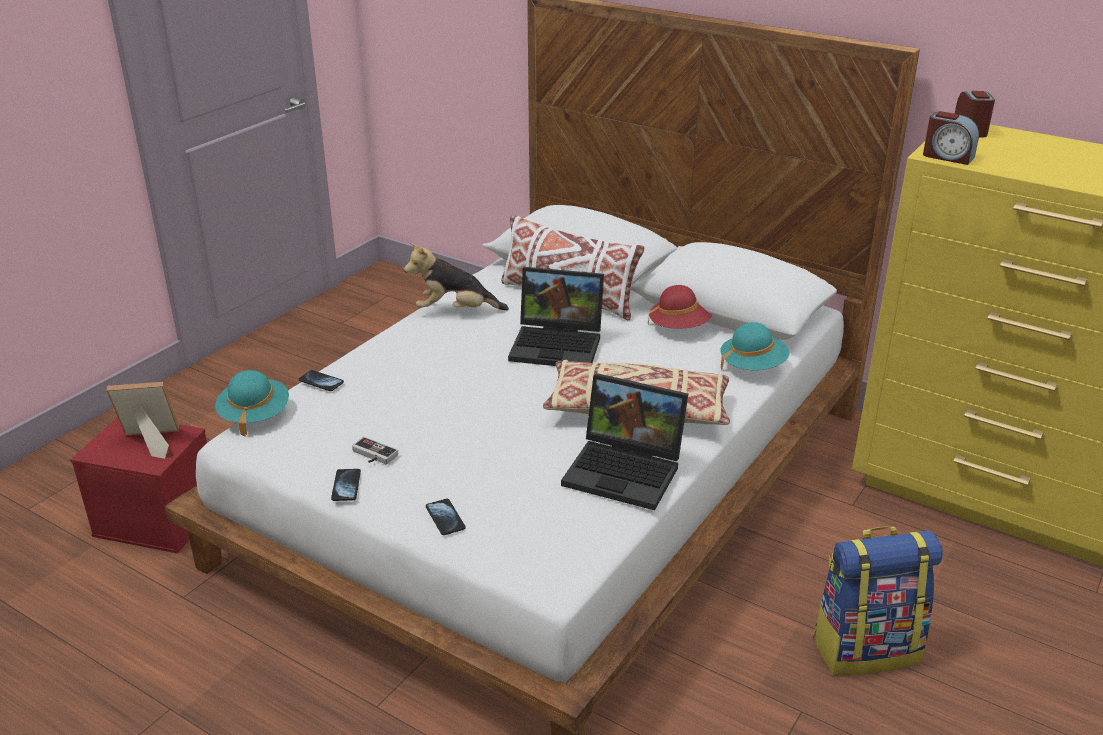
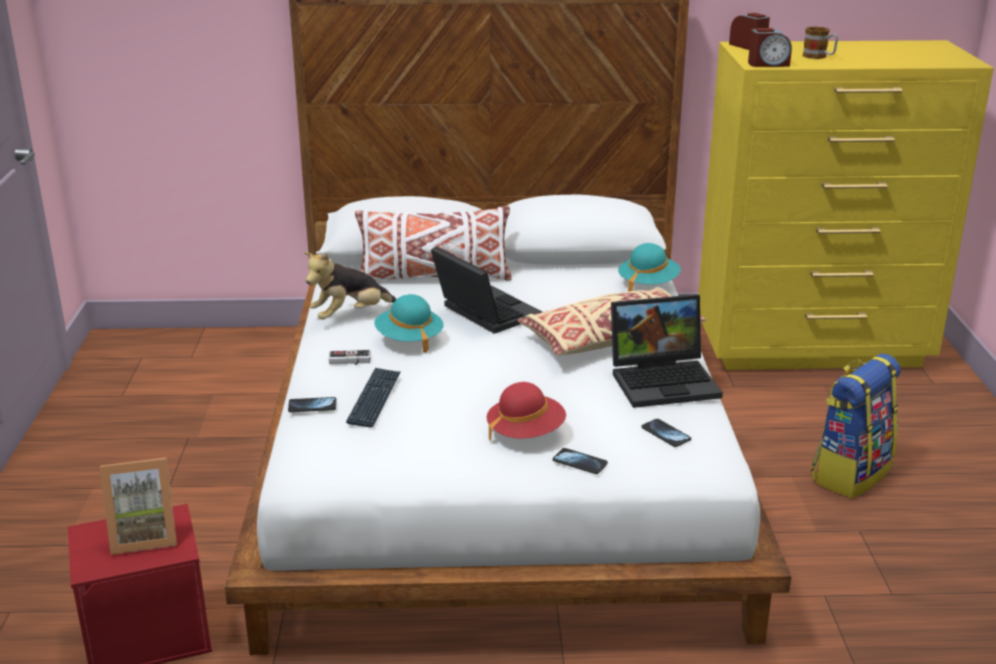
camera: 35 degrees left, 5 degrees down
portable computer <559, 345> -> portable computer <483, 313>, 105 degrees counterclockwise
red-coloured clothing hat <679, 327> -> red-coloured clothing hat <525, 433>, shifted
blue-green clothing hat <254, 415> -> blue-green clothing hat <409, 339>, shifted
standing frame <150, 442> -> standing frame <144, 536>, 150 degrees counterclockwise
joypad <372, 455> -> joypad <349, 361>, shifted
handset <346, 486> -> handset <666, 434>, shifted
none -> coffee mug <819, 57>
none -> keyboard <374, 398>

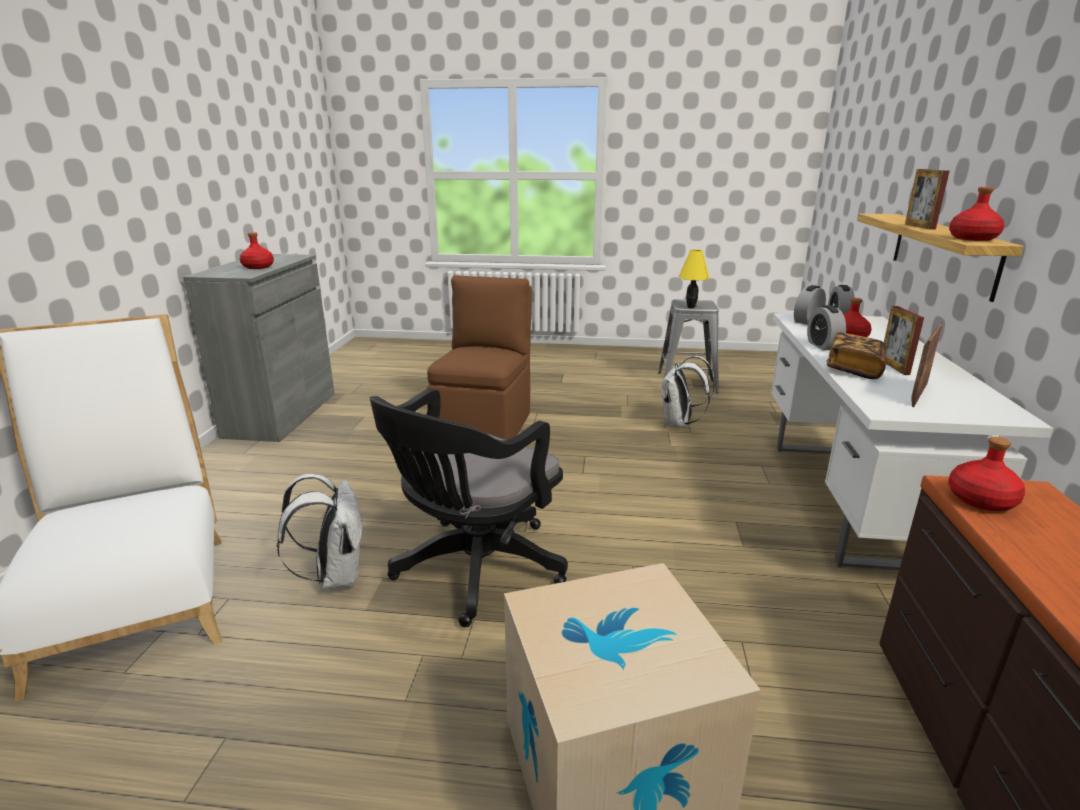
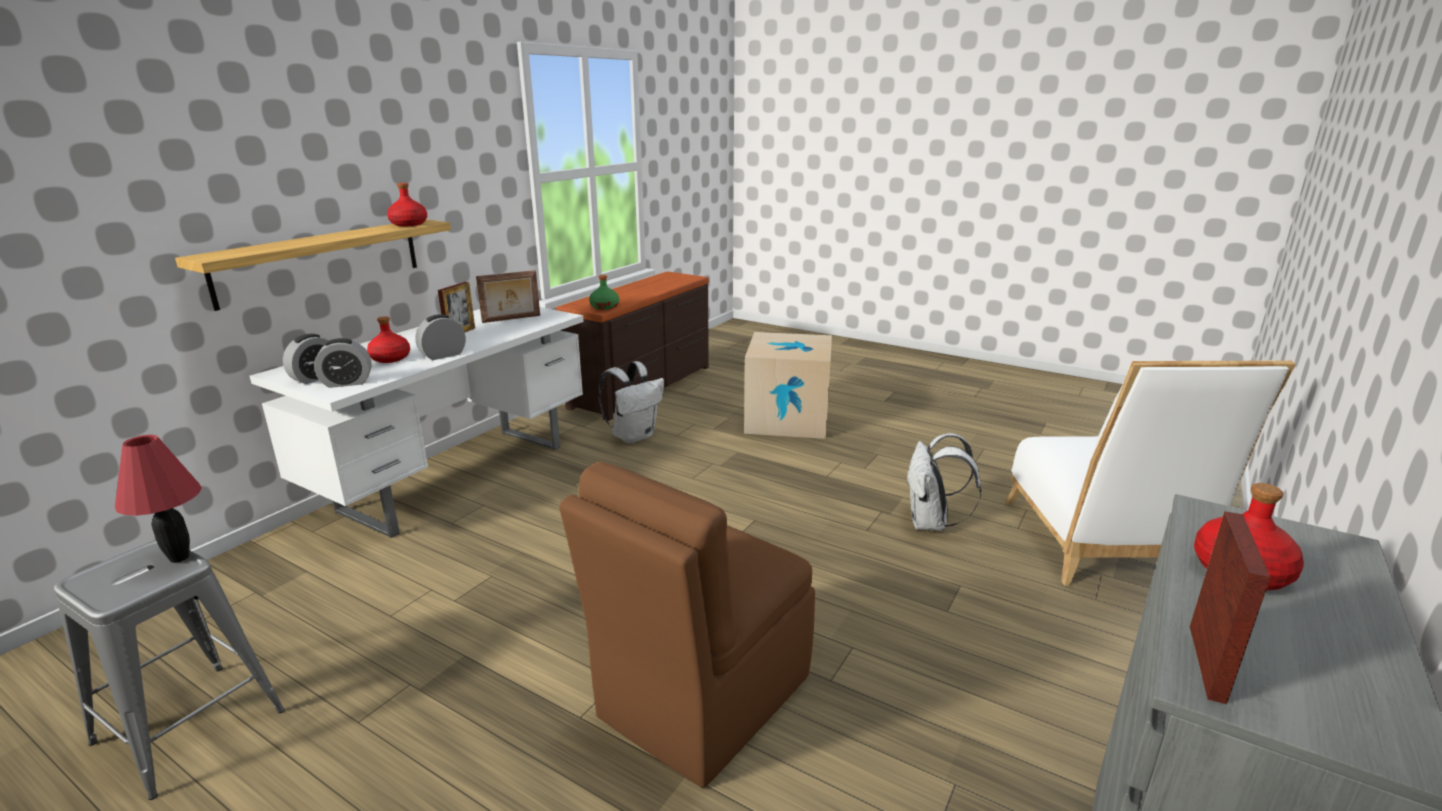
camera: 155 degrees left, 0 degrees up
standing frame <919, 226> -> standing frame <1206, 662>, shifted
yellow-coloured table lamp <691, 307> -> red-coloured table lamp <179, 558>
alarm clock <823, 346> -> alarm clock <443, 355>, 150 degrees counterclockwise
book <854, 369> -> none
white rucksack <679, 424> -> white rucksack <634, 436>, shifted
black-coloured computer chair <473, 571> -> none
red-coloured beverage bottle <982, 500> -> green beverage bottle <604, 307>

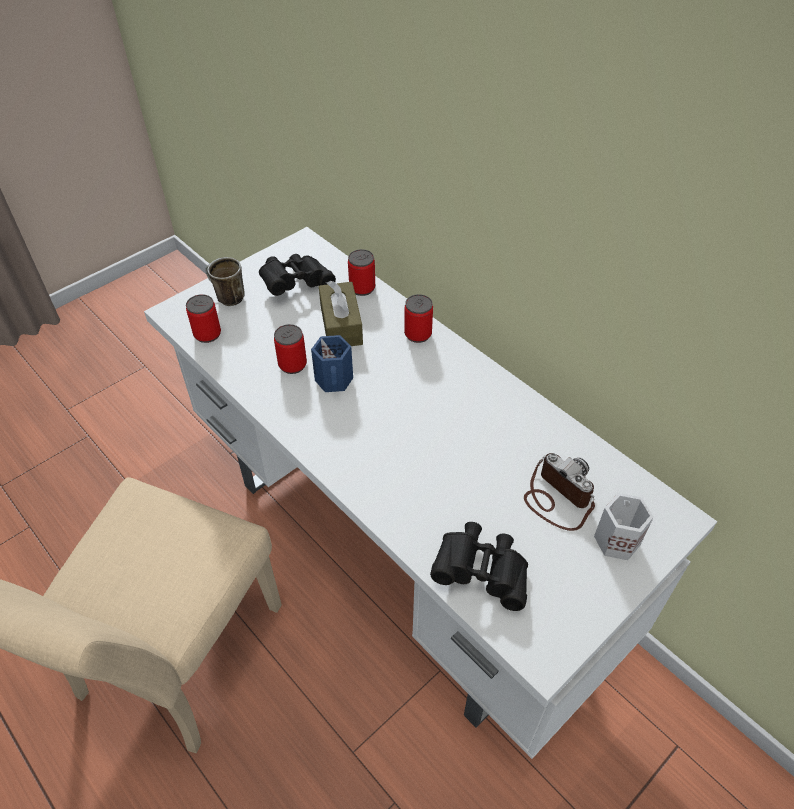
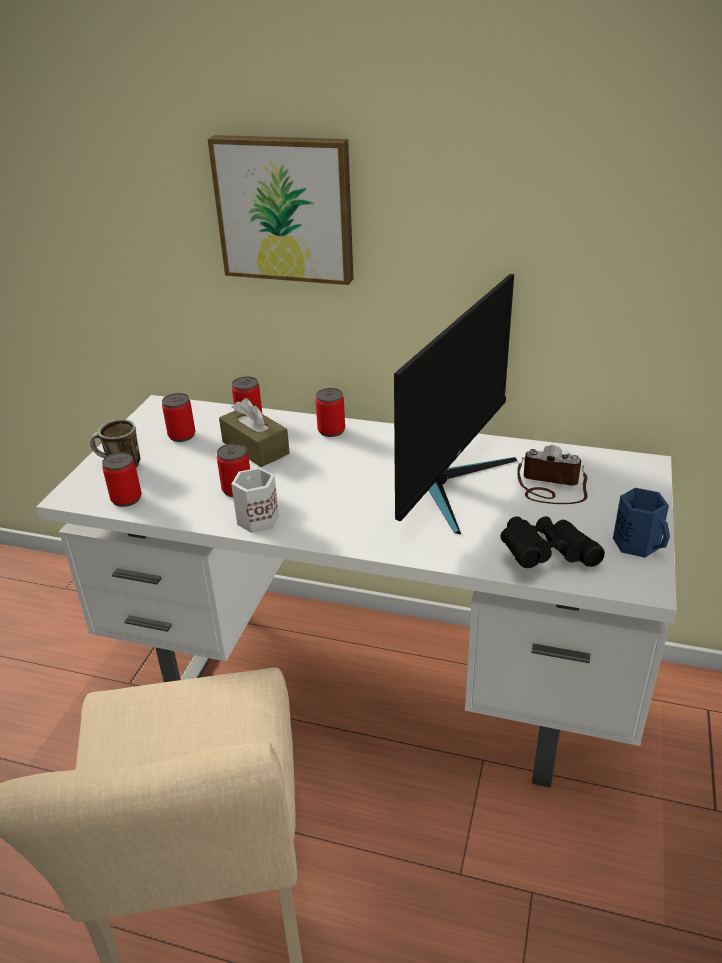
camera: 30 degrees left, 15 degrees down
black-coloured binoculars <295, 284> -> metal can <182, 435>
blue-coloured coffee mug <335, 380> -> blue-coloured coffee mug <638, 543>, shifted
white coffee mug <615, 538> -> white coffee mug <256, 519>, shifted
none -> wall picture <285, 208>
none -> computer screen <449, 482>

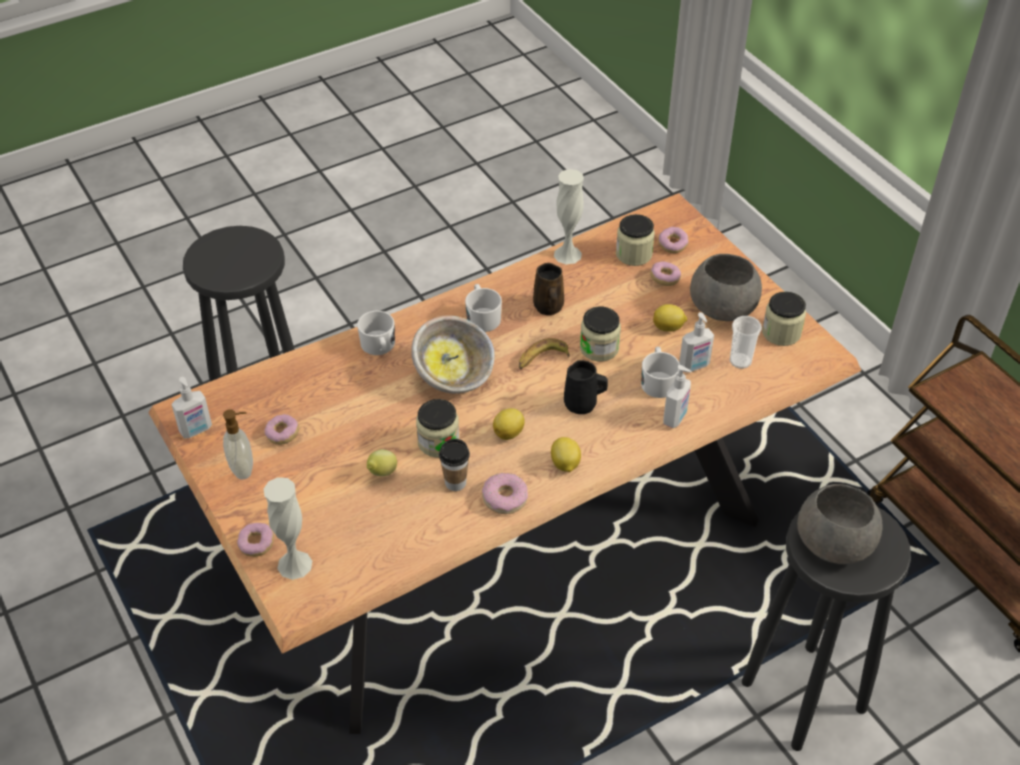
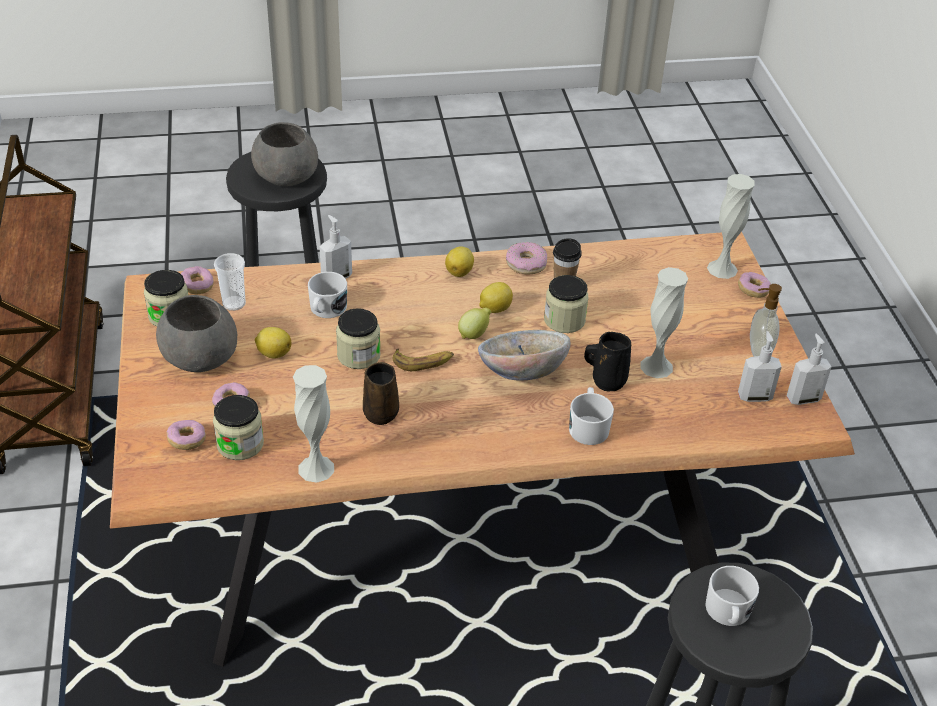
camera: 160 degrees left, 5 degrees down
white coffee mug <482, 317> -> white coffee mug <728, 613>, shifted
soap bottle <694, 366> -> soap bottle <754, 396>, shifted
black-coloured coffee mug <582, 404> -> black-coloured coffee mug <606, 380>, shifted
donut <282, 434> -> donut <197, 286>, shifted
lemon <381, 473> -> lemon <474, 334>, shifted
none -> white vase <656, 366>

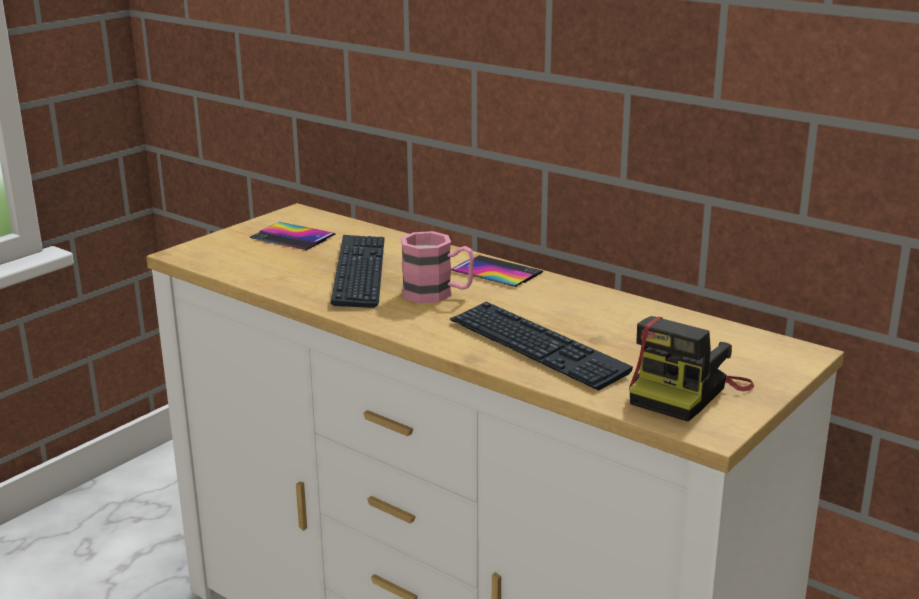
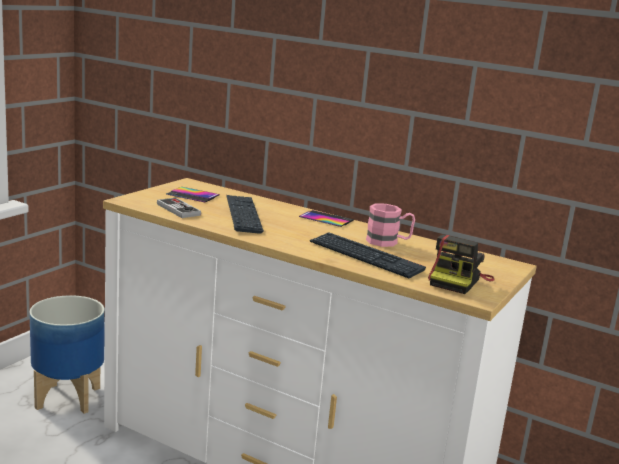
camera: 10 degrees left, 5 degrees down
pinkish coffee mug <437, 294> -> pinkish coffee mug <388, 242>, shifted
none -> joypad <178, 209>
none -> plant pot <68, 397>

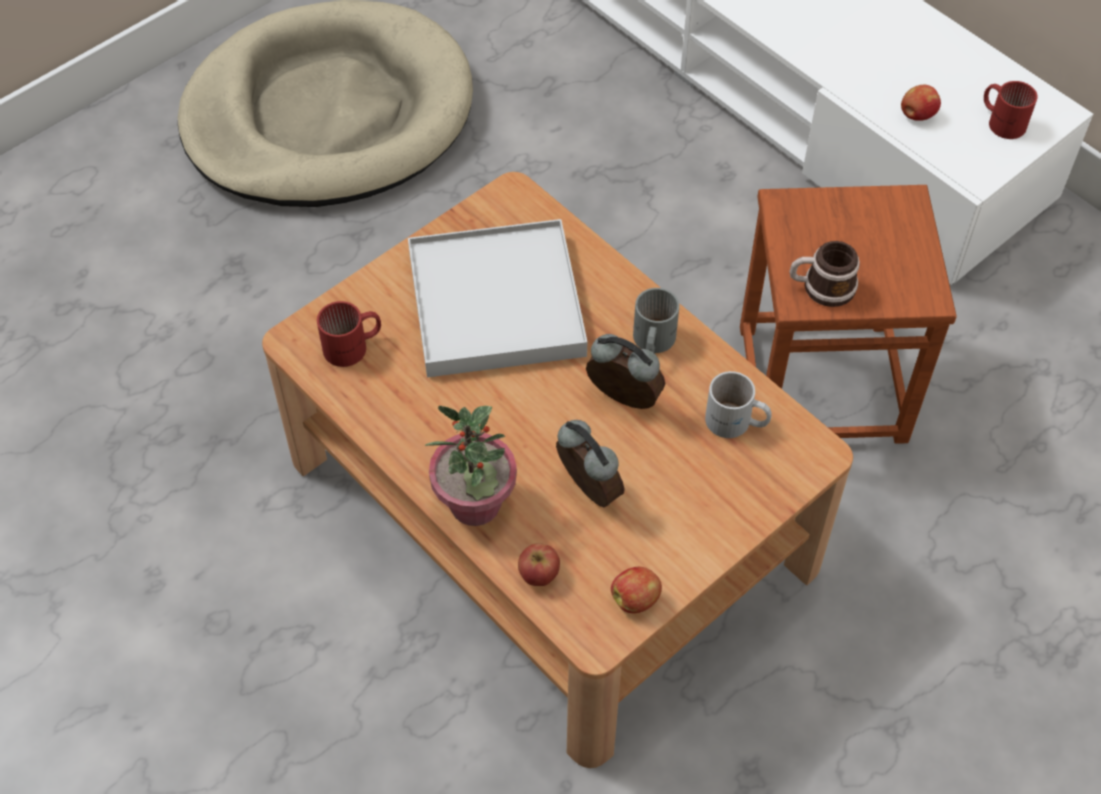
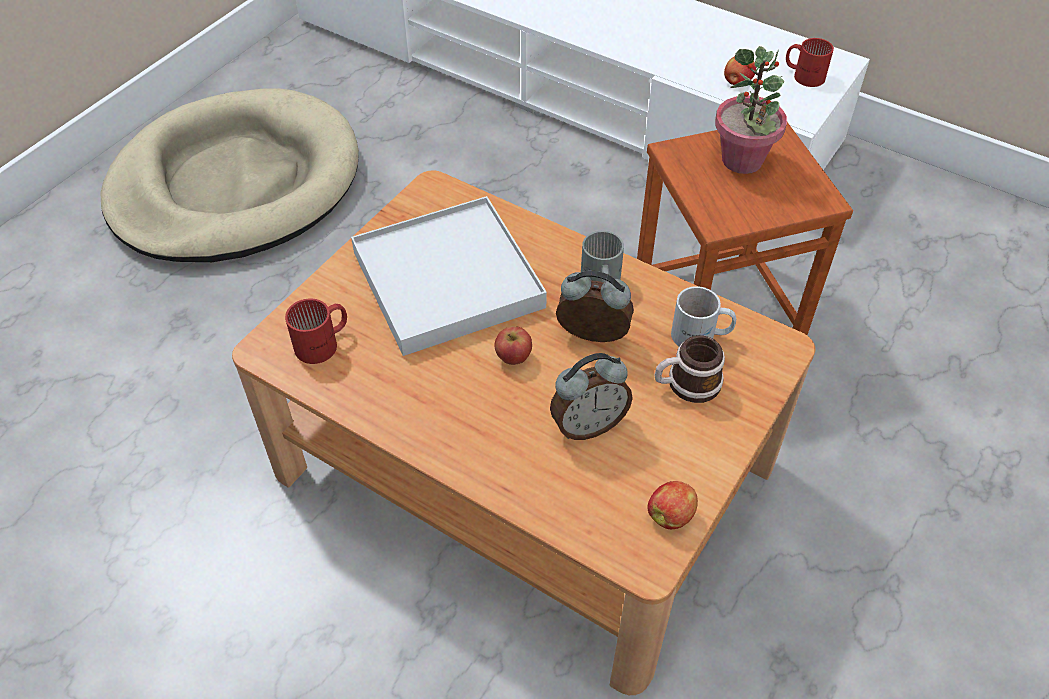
camera: 15 degrees left, 5 degrees down
coffee mug <821, 287> -> coffee mug <686, 384>, shifted
houseplant <475, 504> -> houseplant <742, 160>, shifted
alarm clock <586, 490> -> alarm clock <588, 425>, 120 degrees clockwise
apple <539, 574> -> apple <513, 357>, shifted

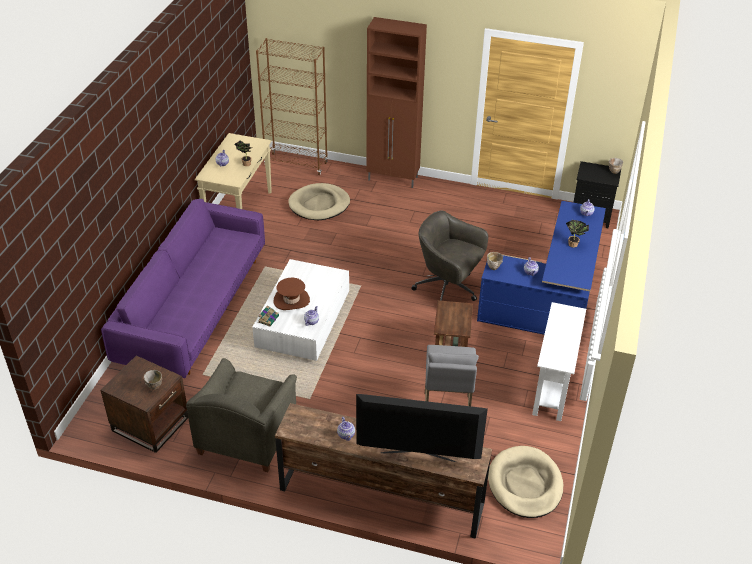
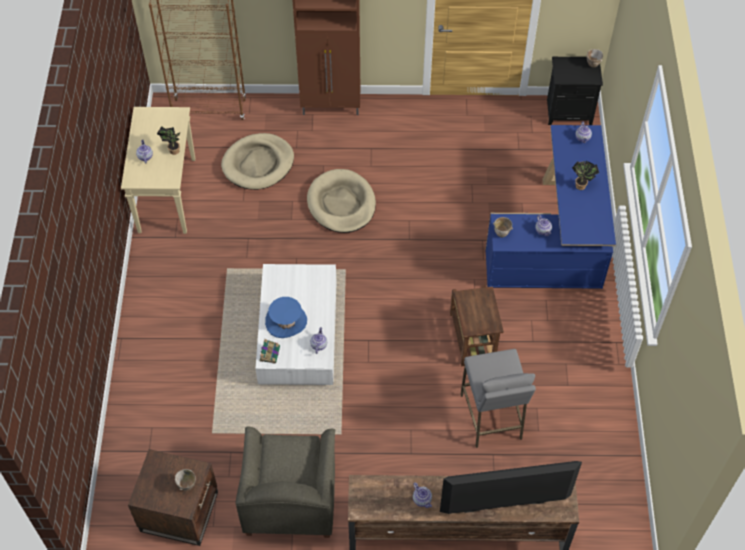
camera: 15 degrees left, 15 degrees up
purple-coloured sofa <194, 308> -> none
grey computer chair <447, 289> -> none
brown-coloured clothing hat <291, 300> -> blue-coloured clothing hat <286, 321>
white narrow table <552, 388> -> none
beige-coloured dog cushion <525, 484> -> beige-coloured dog cushion <341, 204>, shifted

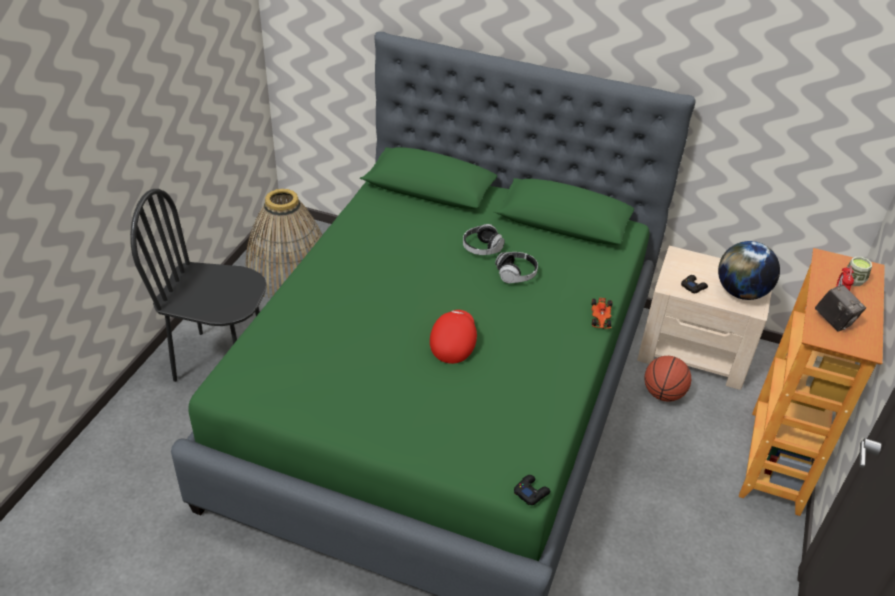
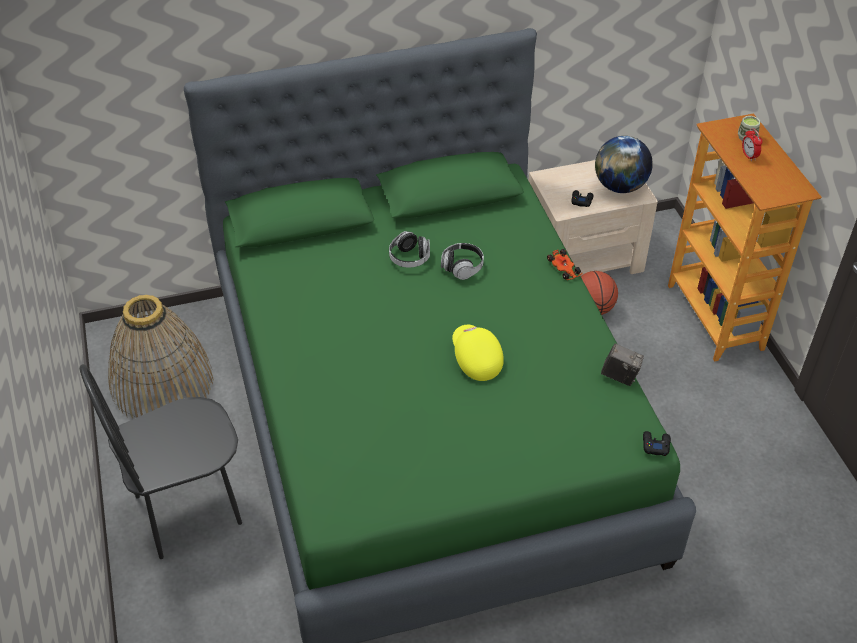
camera: 35 degrees left, 5 degrees up
still camera <834, 321> -> still camera <620, 376>, shifted
red-coloured peaked cap <453, 343> -> yellow-coloured peaked cap <475, 359>

